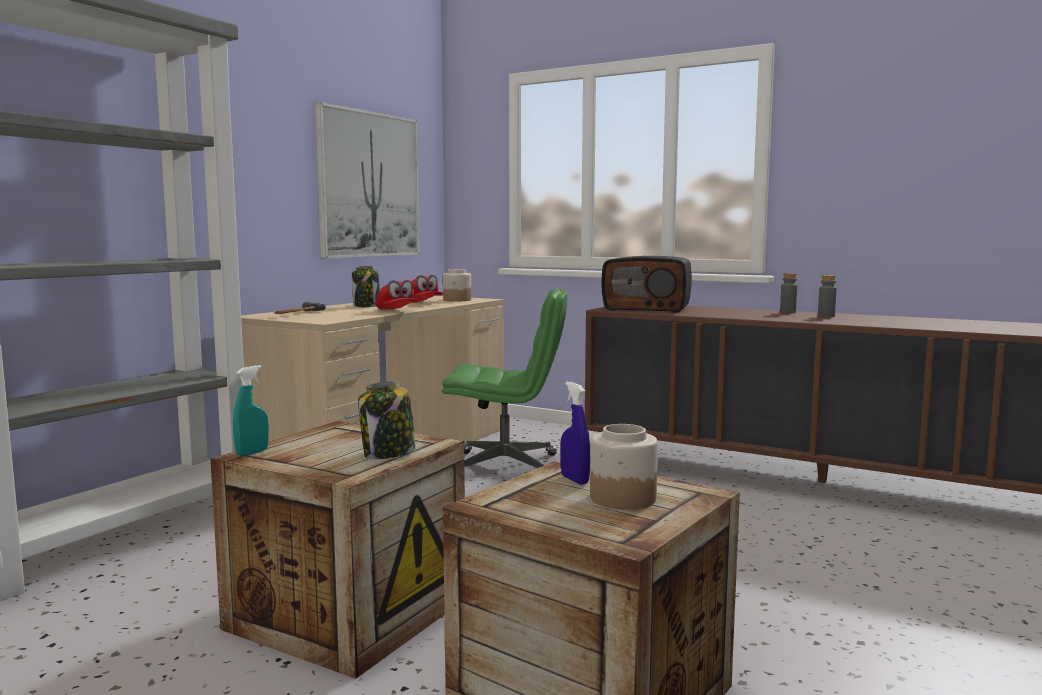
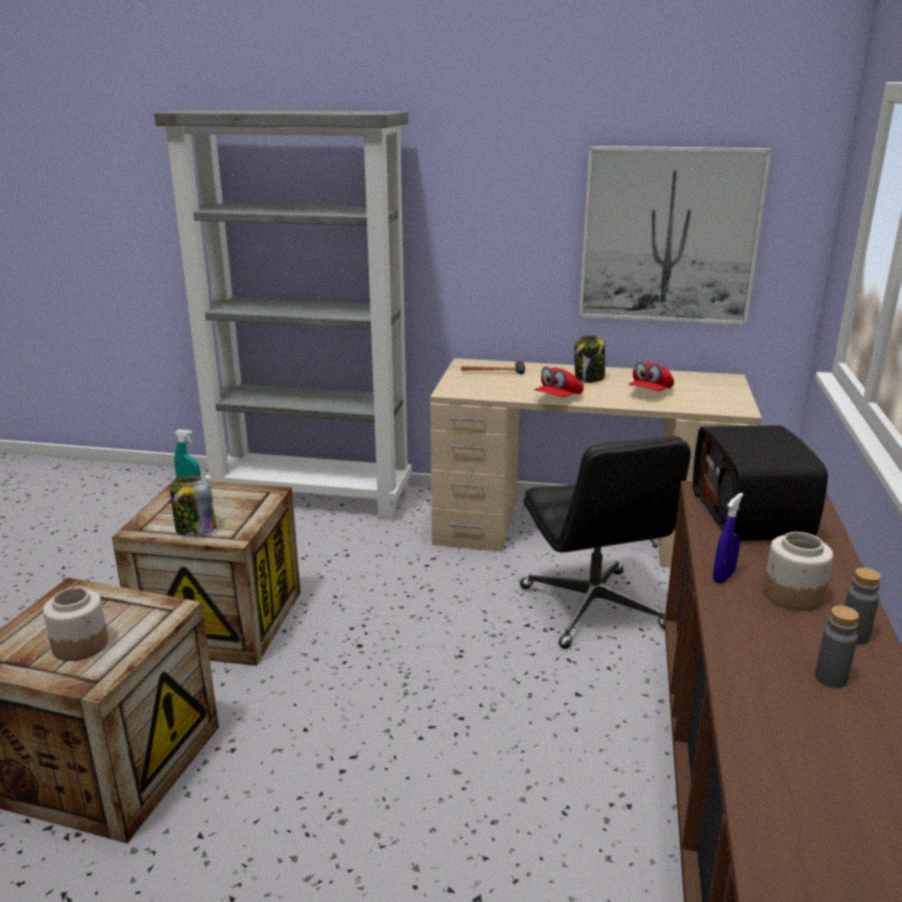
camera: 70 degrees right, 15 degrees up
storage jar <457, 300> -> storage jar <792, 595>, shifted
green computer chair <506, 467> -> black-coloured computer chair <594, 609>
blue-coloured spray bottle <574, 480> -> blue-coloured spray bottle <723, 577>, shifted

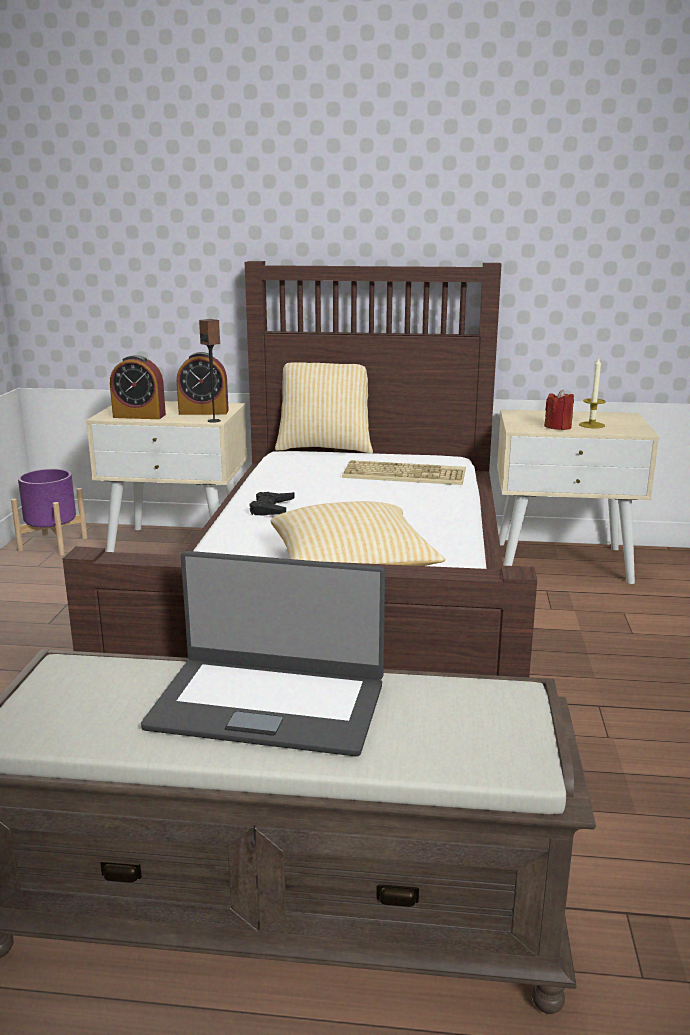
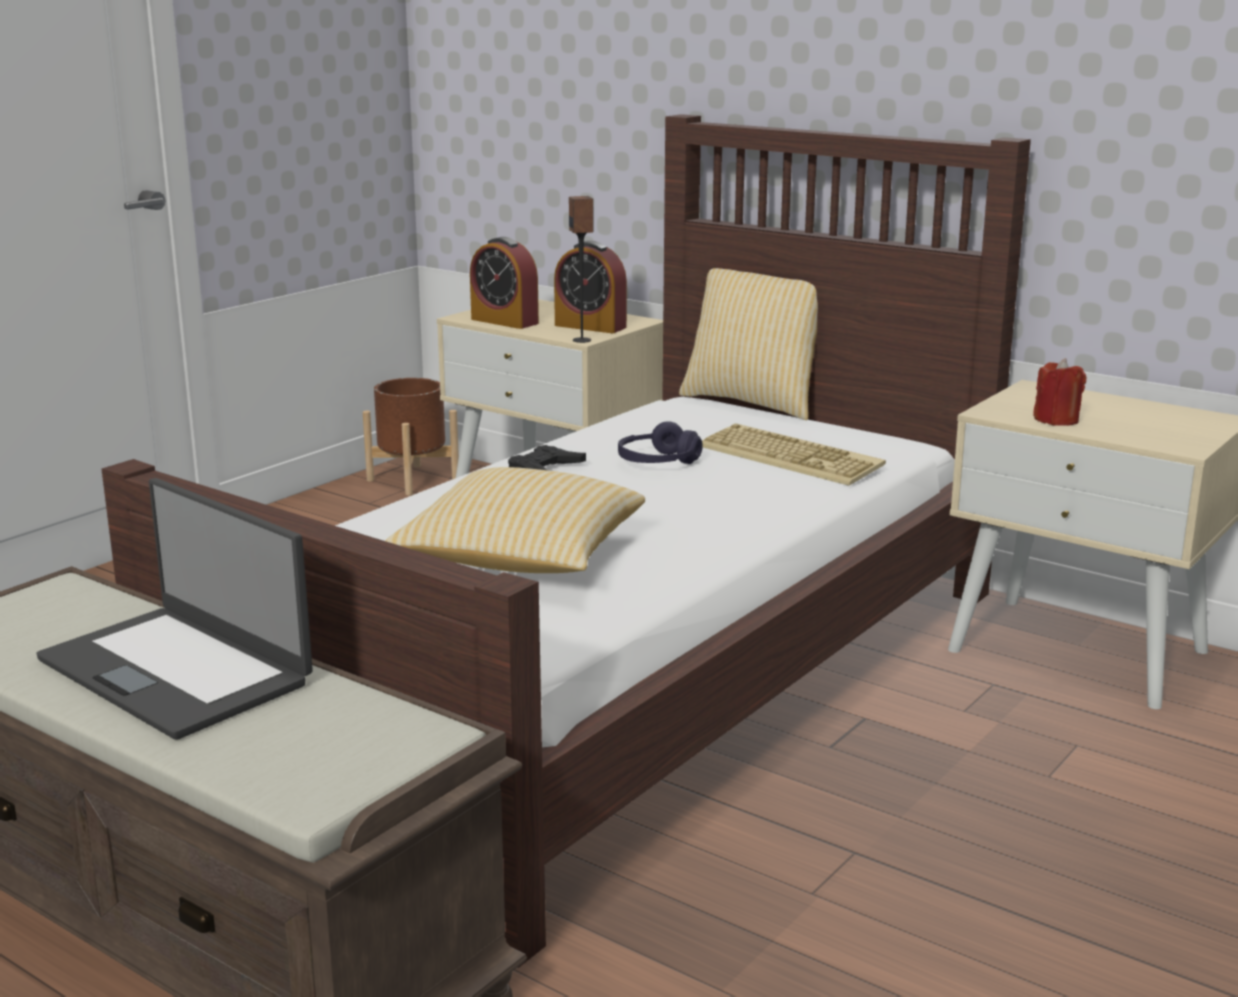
camera: 30 degrees right, 0 degrees up
wax candle <592, 425> -> none
purple-coloured plant pot <53, 544> -> brown-coloured plant pot <413, 479>
none -> purple-coloured headset <658, 462>

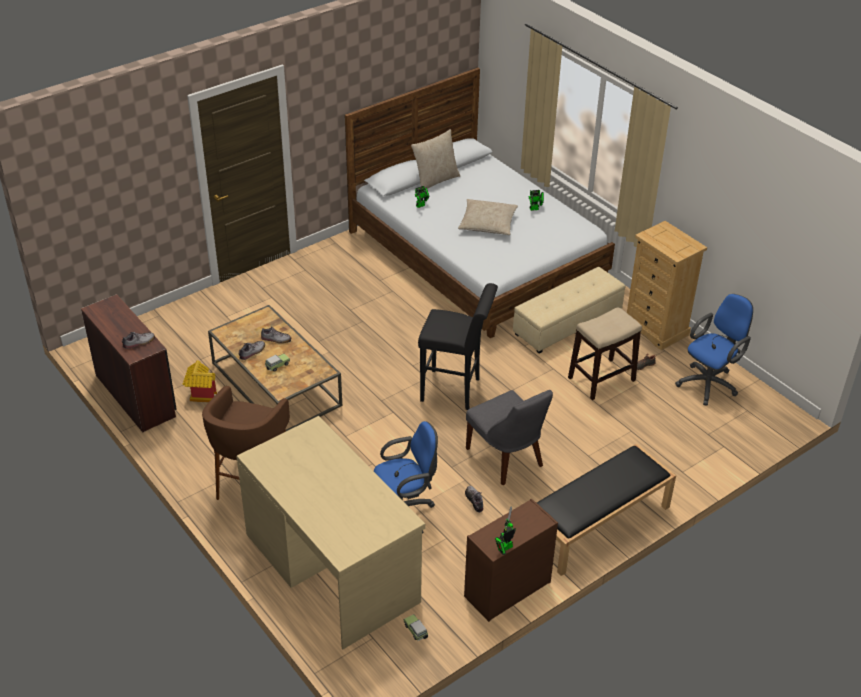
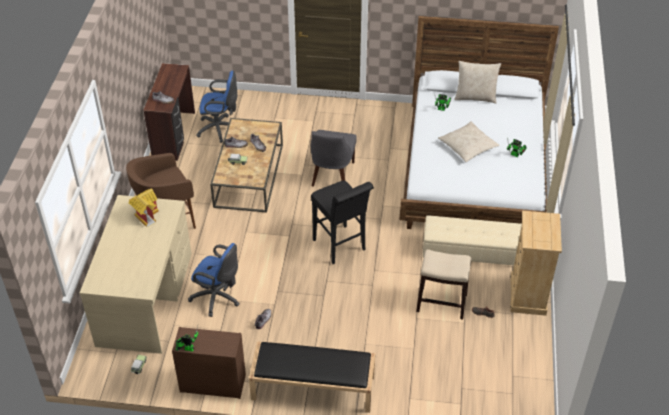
camera: 45 degrees right, 5 degrees up
blue-coloured computer chair <709, 383> -> blue-coloured computer chair <220, 129>, shifted
model house <200, 395> -> model house <146, 215>, shifted
grey plain chair <506, 459> -> grey plain chair <332, 175>, shifted

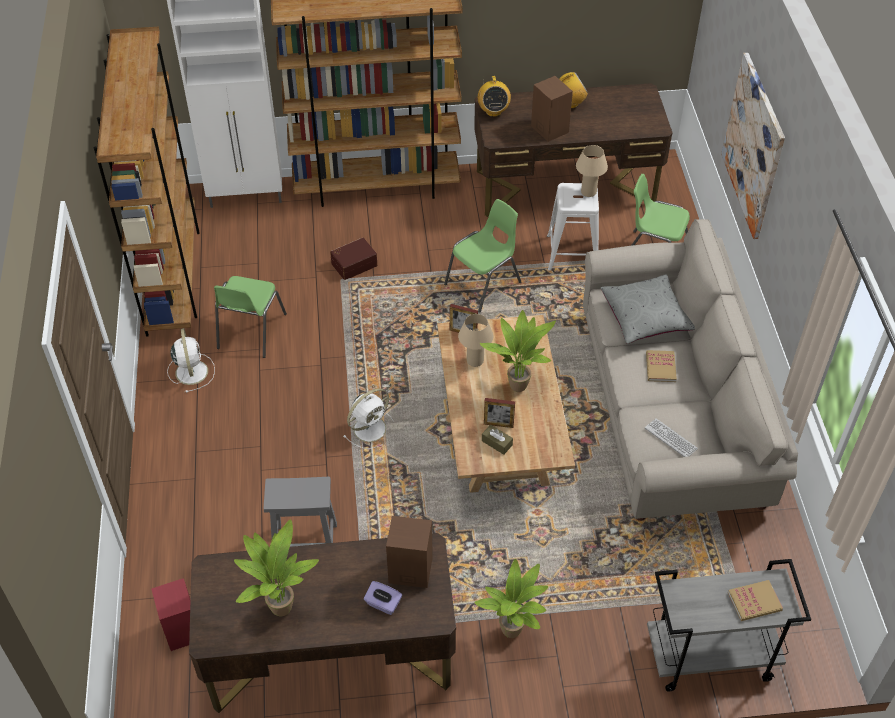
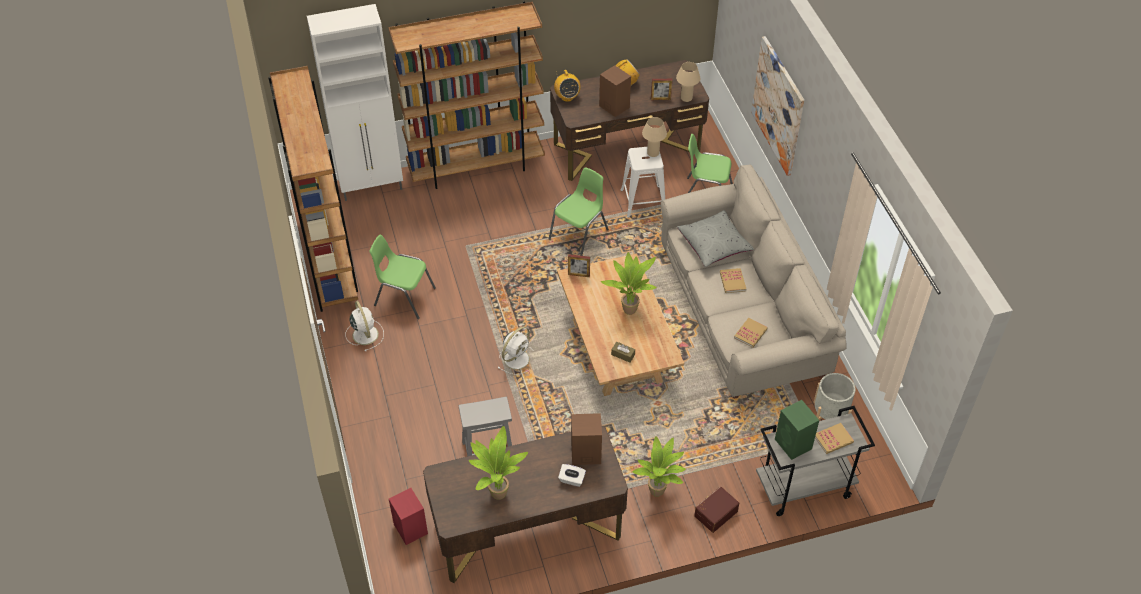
camera: 10 degrees left, 0 degrees up
brown-coloured storage box <353, 264> -> brown-coloured storage box <715, 513>, shifted
green plain chair <250, 332> -> green plain chair <404, 297>, 105 degrees clockwise
beige-coloured table lamp <475, 361> -> beige-coloured table lamp <686, 98>, shifted
standing frame <498, 424> -> standing frame <660, 99>, shifted
keyboard <671, 438> -> book <750, 333>
purple-coloured box of tissues <383, 604> -> white box of tissues <571, 480>
none -> grey plant pot <829, 415>
none -> green loudspeaker <793, 444>

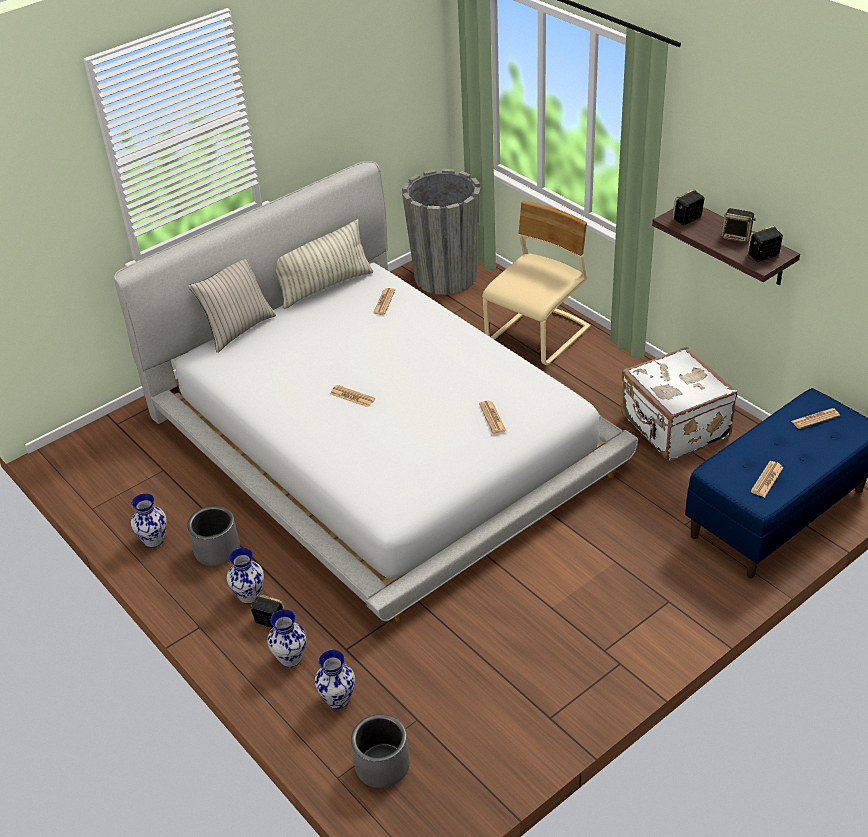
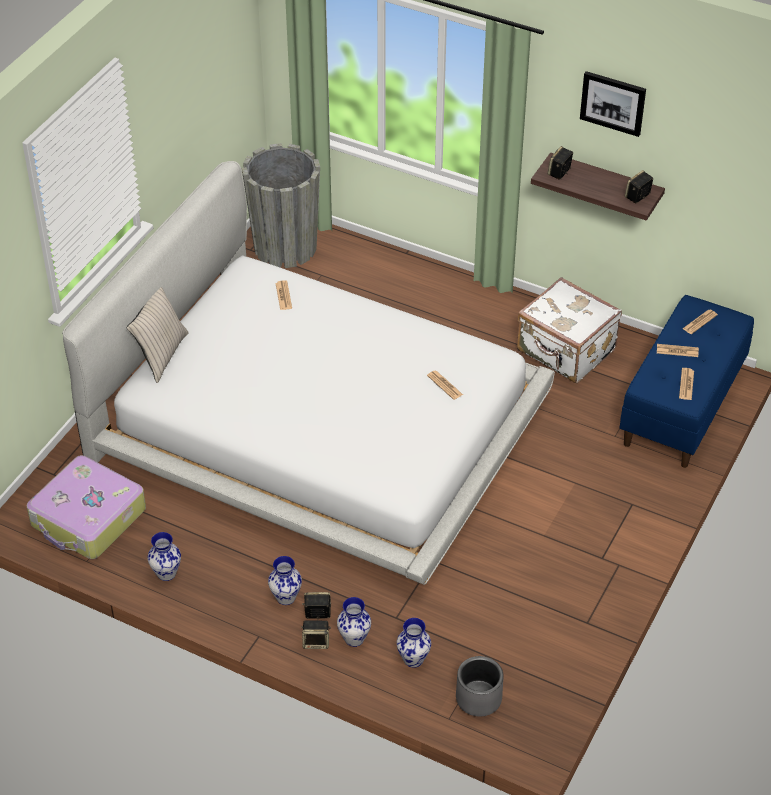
camera: 25 degrees left, 5 degrees up
beige-coloured plain chair <539, 336> -> none
loudspeaker <737, 237> -> loudspeaker <316, 642>, shifted
cushion <325, 287> -> none
newspaper <352, 396> -> newspaper <677, 351>, shifted
grey plant pot <217, 550> -> none
none -> wall picture <613, 102>
none -> piece of luggage <88, 518>

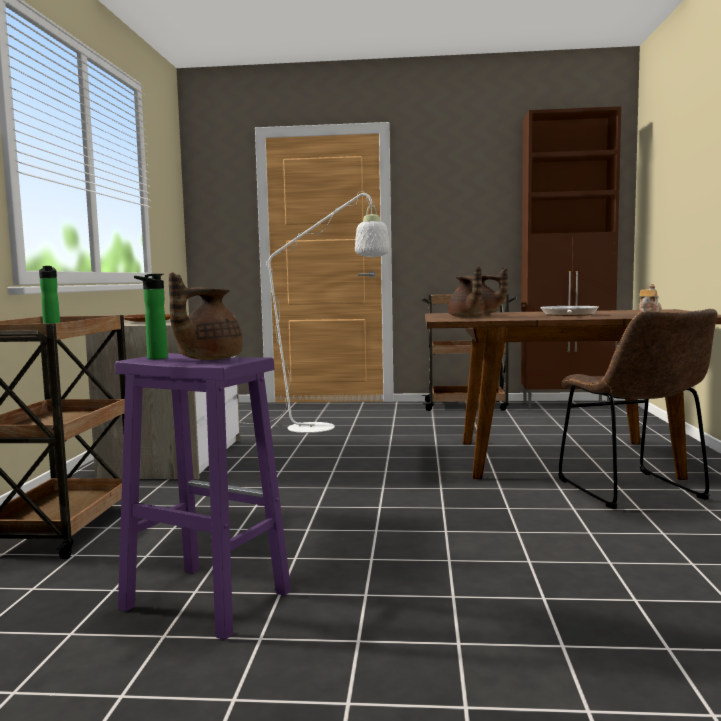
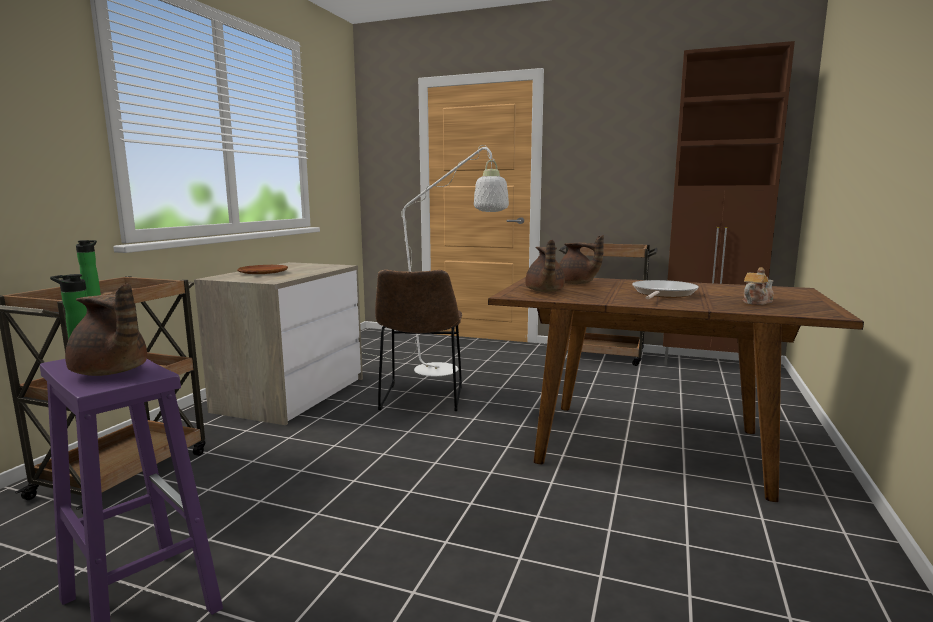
camera: 15 degrees right, 5 degrees up
brown-coloured pot for tea <207, 359> -> brown-coloured pot for tea <111, 372>, 105 degrees counterclockwise
brown-coloured plain chair <634, 492> -> brown-coloured plain chair <421, 399>, shifted

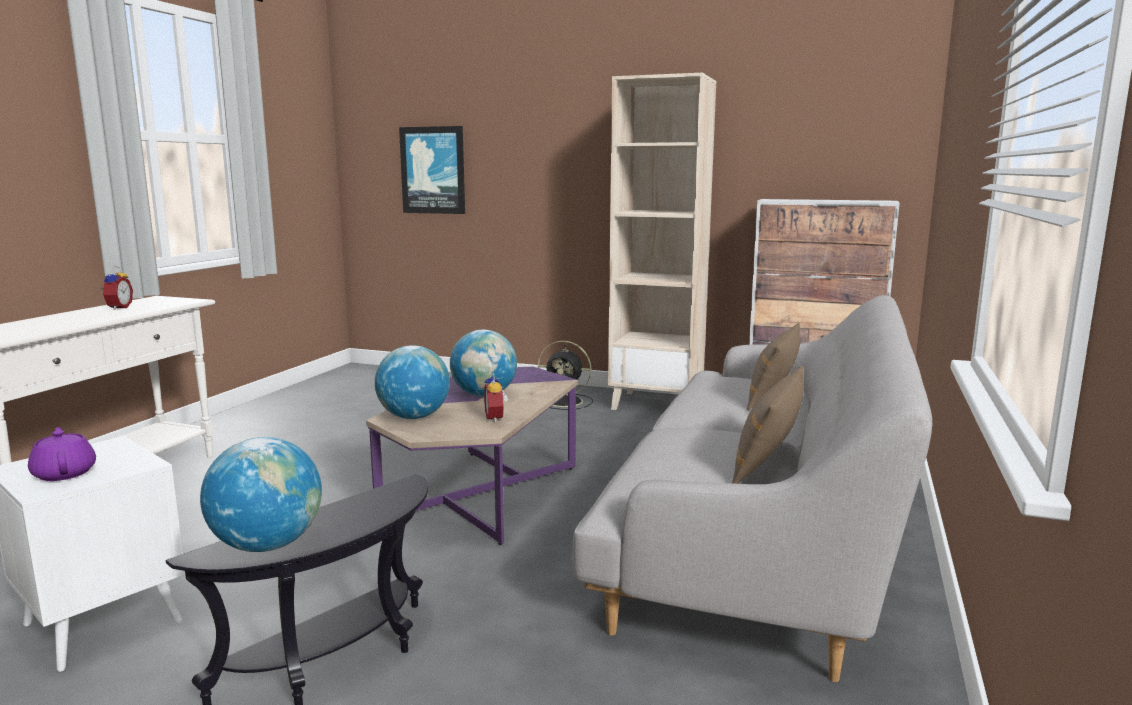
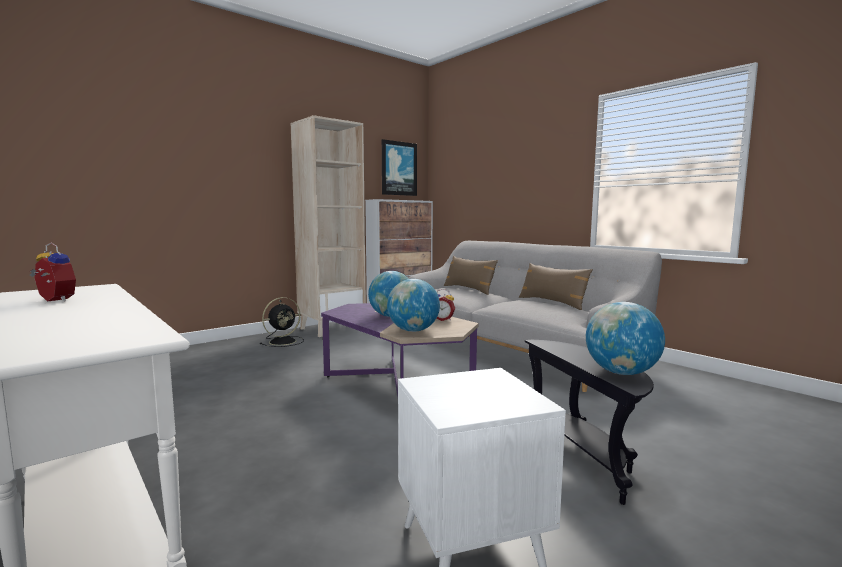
camera: 60 degrees left, 5 degrees down
wall picture <433, 170> -> wall picture <398, 168>, shifted
purple-coloured pot for tea <65, 473> -> none

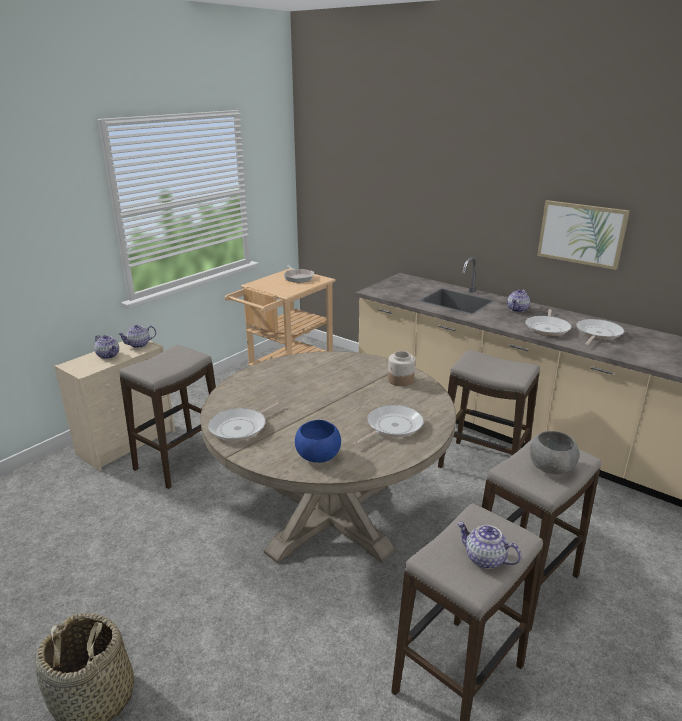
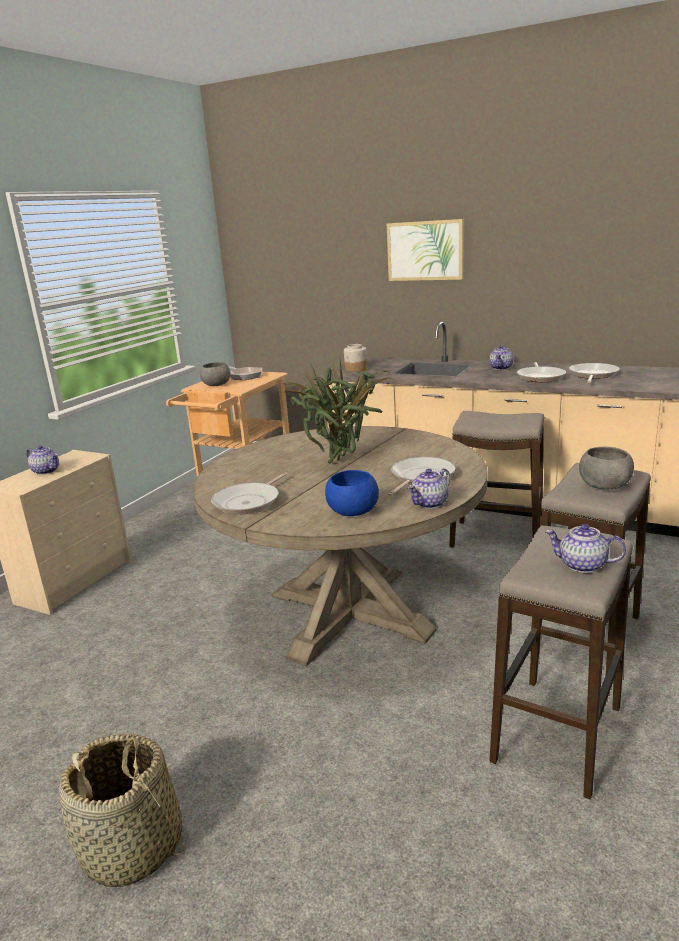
camera: 10 degrees left, 5 degrees down
wall picture <581, 233> -> wall picture <425, 250>, shifted
pot for tea <139, 345> -> pot for tea <430, 503>, shifted
stool seat <180, 461> -> none
storage jar <400, 380> -> storage jar <356, 369>, shifted
none -> houseplant <344, 461>
none -> grey deep dish <216, 385>

